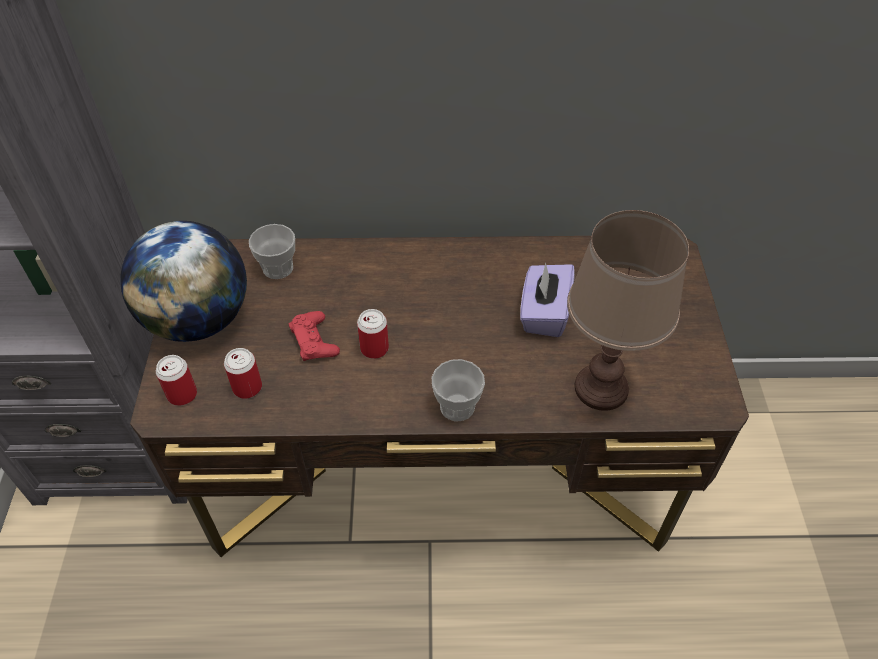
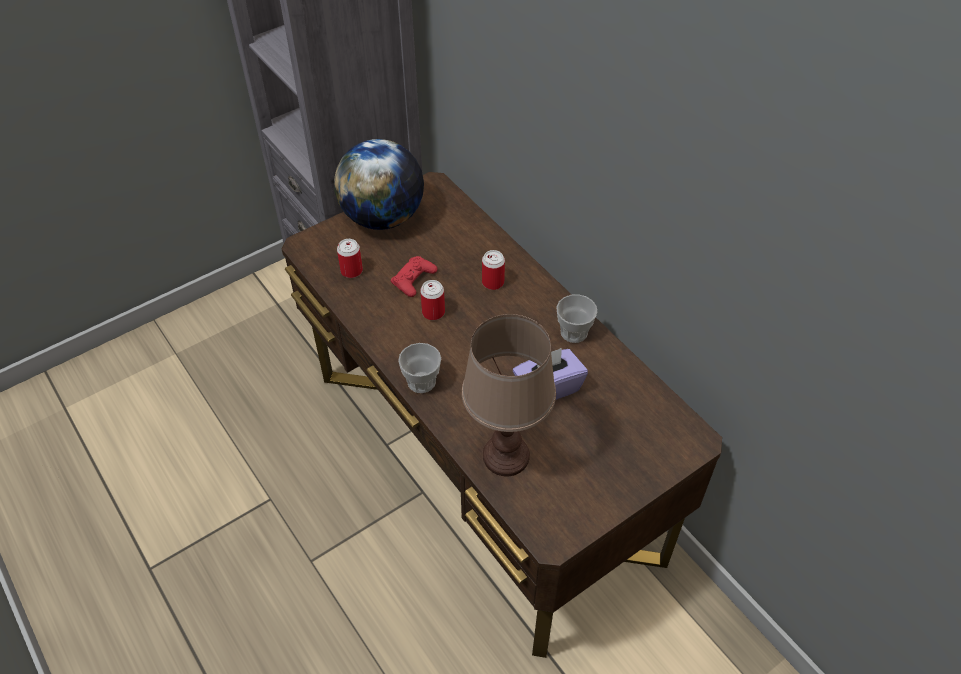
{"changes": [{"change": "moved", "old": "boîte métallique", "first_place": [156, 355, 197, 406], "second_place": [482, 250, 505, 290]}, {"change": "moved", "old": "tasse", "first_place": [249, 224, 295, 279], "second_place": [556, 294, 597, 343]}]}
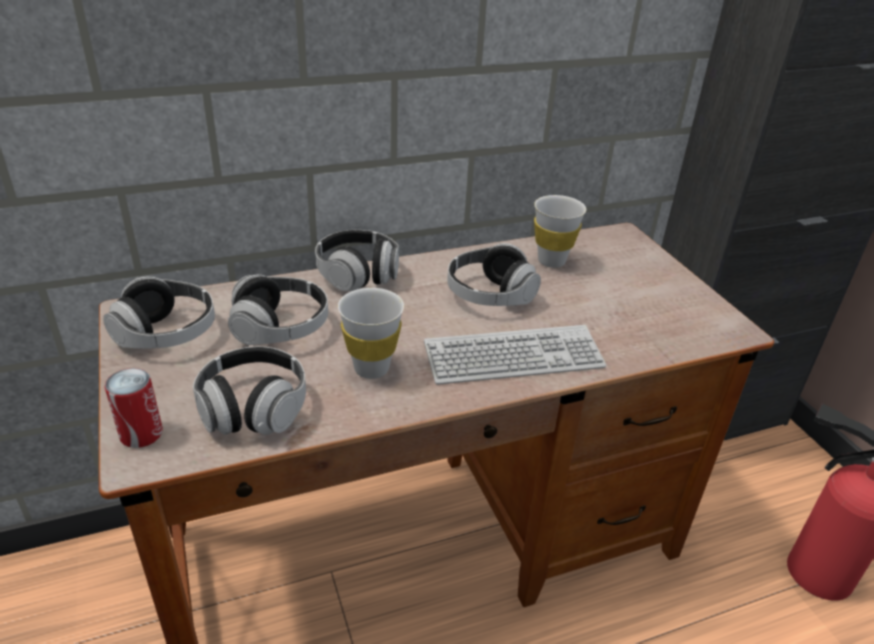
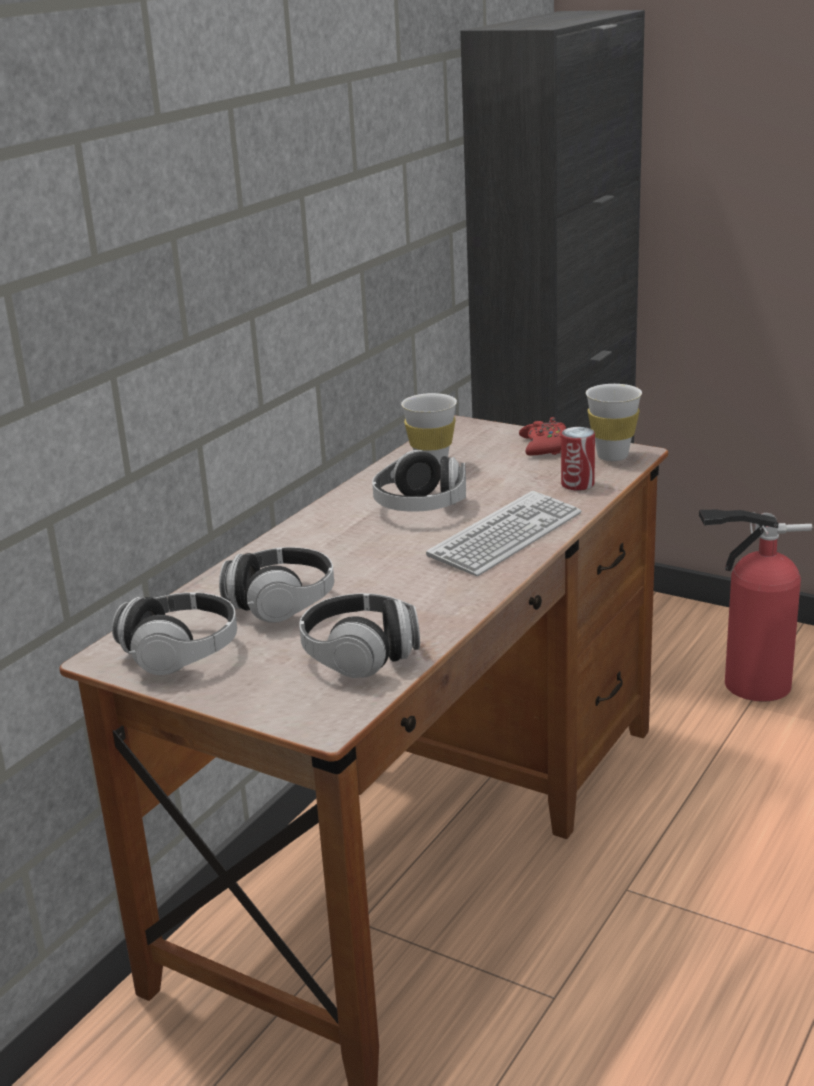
{"changes": [{"change": "moved", "old": "boîte métallique", "first_place": [105, 368, 163, 448], "second_place": [561, 427, 595, 490]}, {"change": "removed", "old": "casque audio", "first_place": [315, 230, 399, 291]}, {"change": "moved", "old": "tasse/blanc", "first_place": [338, 288, 404, 379], "second_place": [586, 384, 642, 461]}, {"change": "added", "new": "manette/rouge", "second_place": [519, 417, 567, 456]}]}
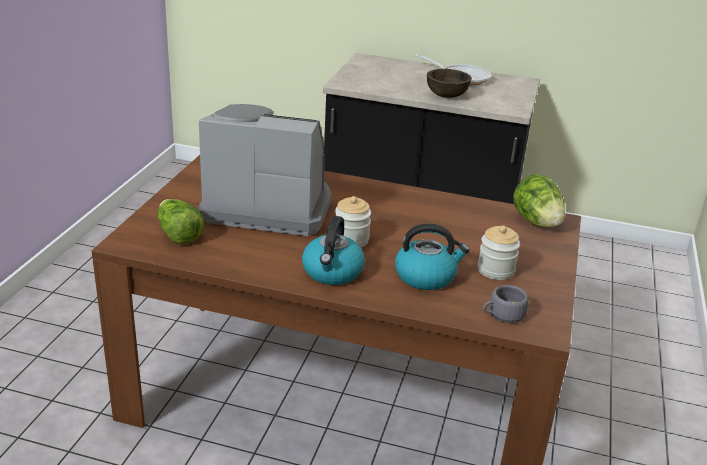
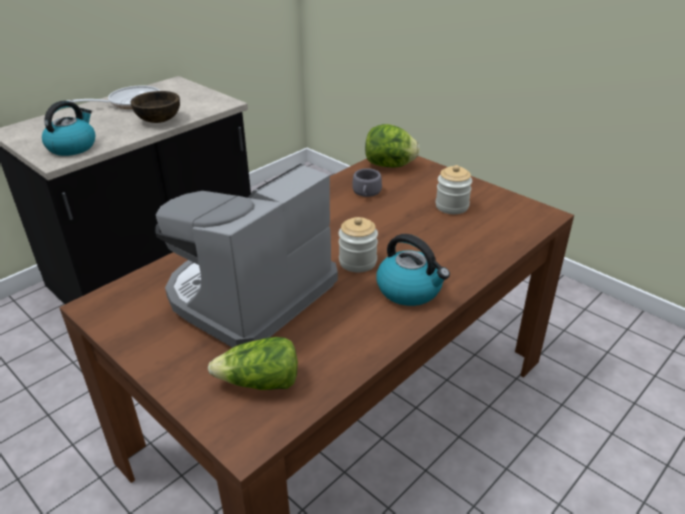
{"changes": [{"change": "moved", "old": "bouilloire", "first_place": [395, 223, 470, 290], "second_place": [42, 101, 95, 156]}, {"change": "moved", "old": "tasse/gris", "first_place": [483, 285, 528, 323], "second_place": [352, 168, 382, 197]}]}
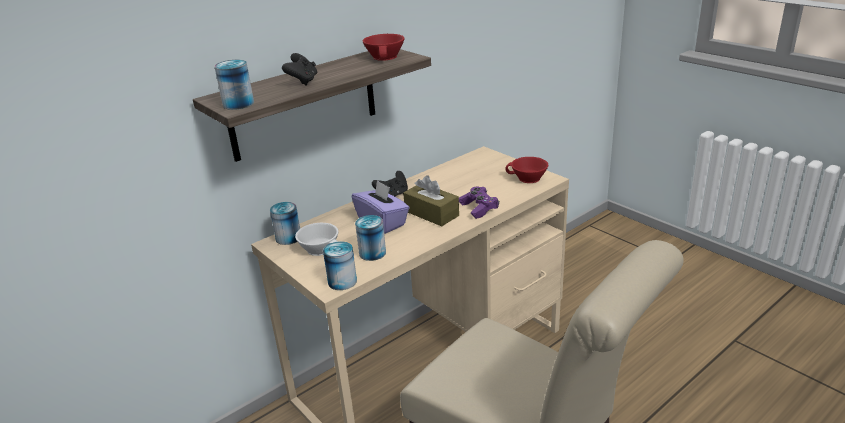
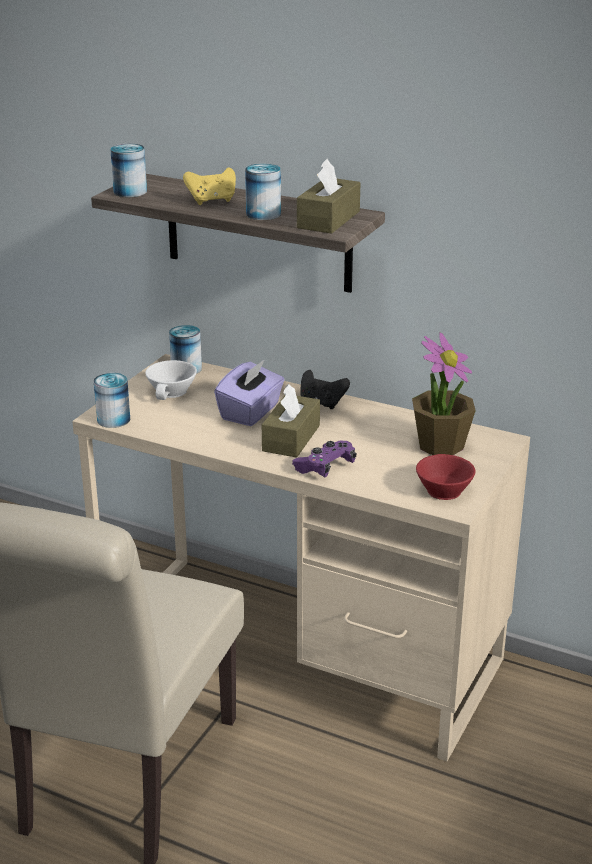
{"changes": [{"change": "recoloured", "old": "manette/noir", "new": "manette/jaune", "first_place": [282, 53, 317, 86], "second_place": [183, 168, 236, 205]}, {"change": "moved", "old": "boîte métallique", "first_place": [355, 215, 386, 261], "second_place": [245, 164, 281, 220]}, {"change": "replaced", "old": "tasse/rouge", "new": "boîte à mouchoirs/marron", "first_place": [363, 34, 404, 61], "second_place": [297, 159, 360, 234]}, {"change": "added", "new": "plante en pot", "second_place": [412, 332, 476, 455]}]}
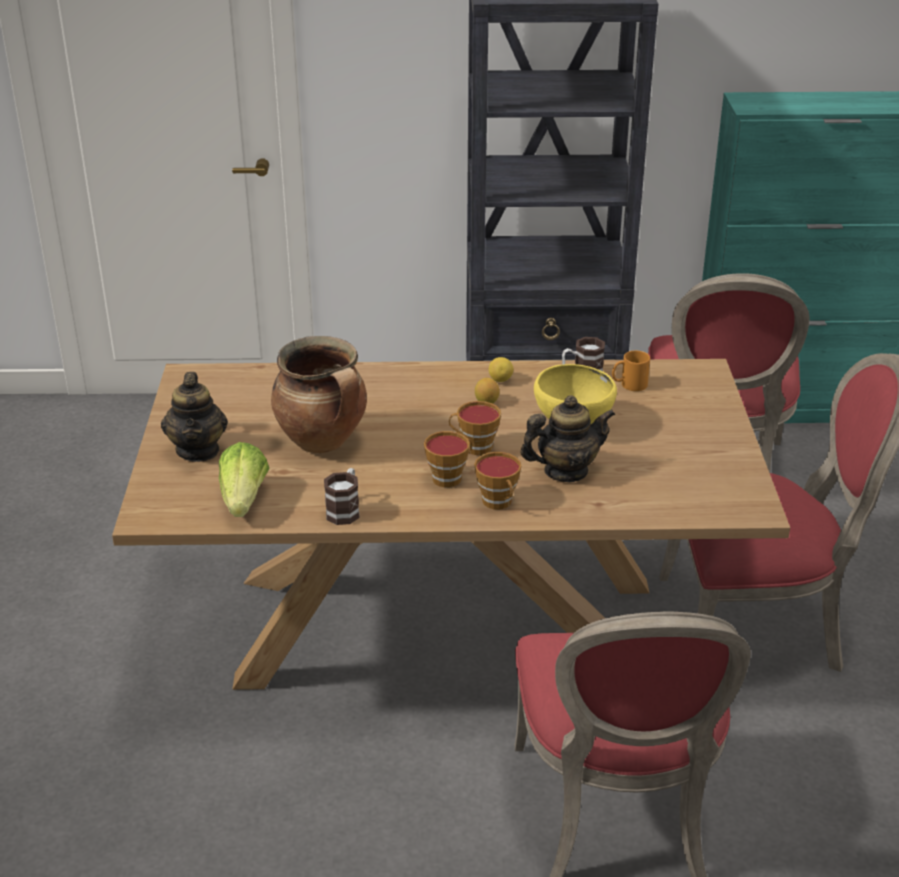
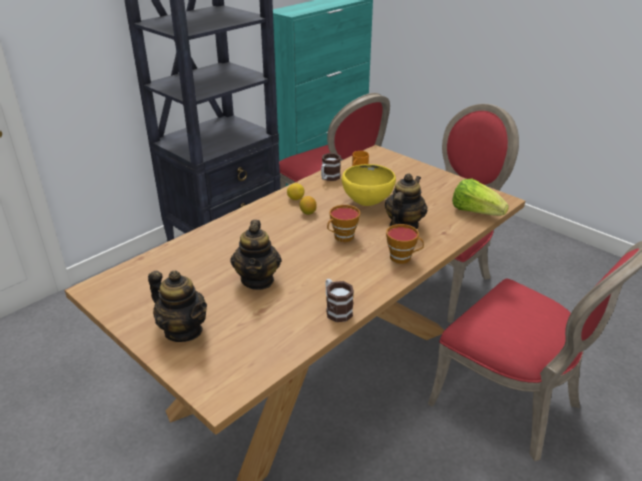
{"changes": [{"change": "moved", "old": "laitue", "first_place": [219, 442, 270, 517], "second_place": [452, 179, 509, 216]}, {"change": "replaced", "old": "marmite", "new": "théière", "first_place": [271, 336, 367, 453], "second_place": [230, 220, 281, 290]}, {"change": "removed", "old": "tasse", "first_place": [424, 431, 472, 487]}]}
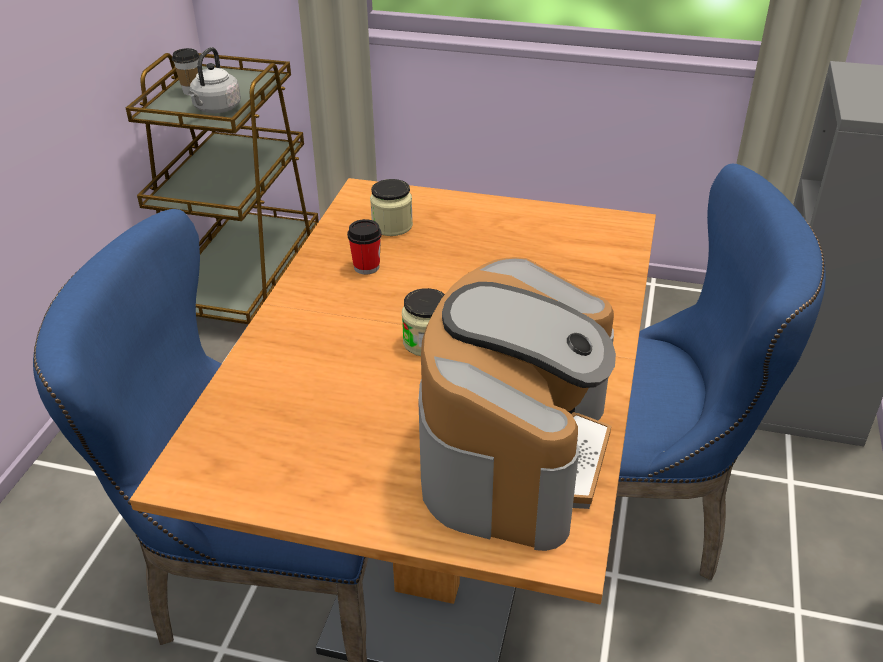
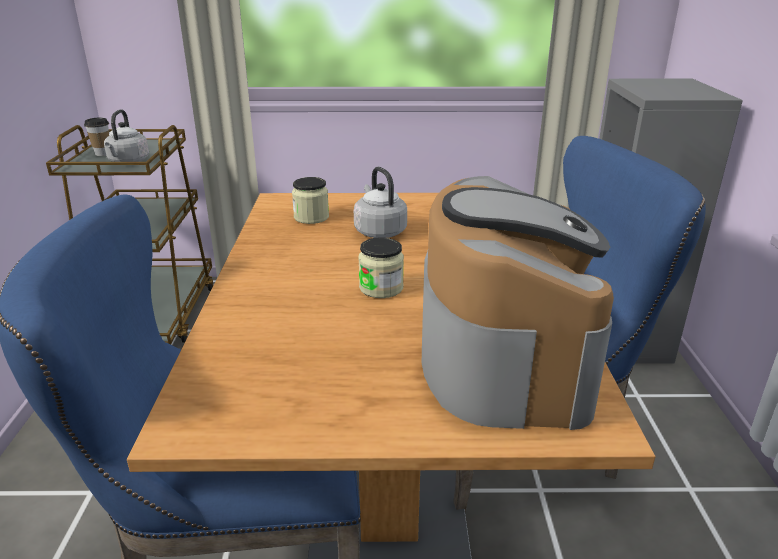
{"changes": [{"change": "removed", "old": "tasse", "first_place": [347, 219, 382, 275]}, {"change": "added", "new": "bouilloire/gris", "second_place": [354, 166, 407, 238]}]}
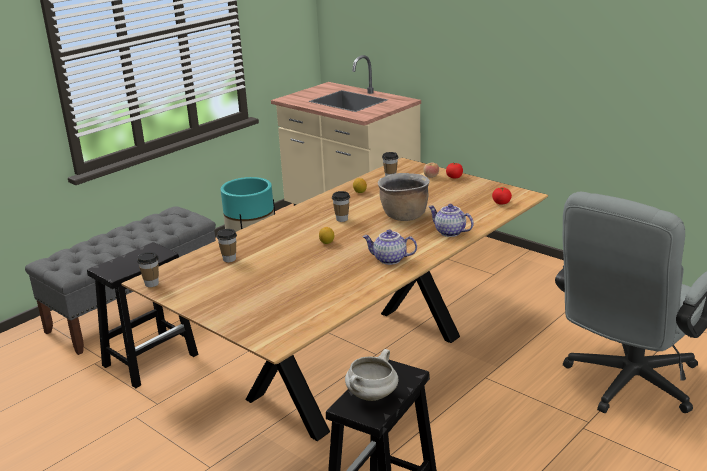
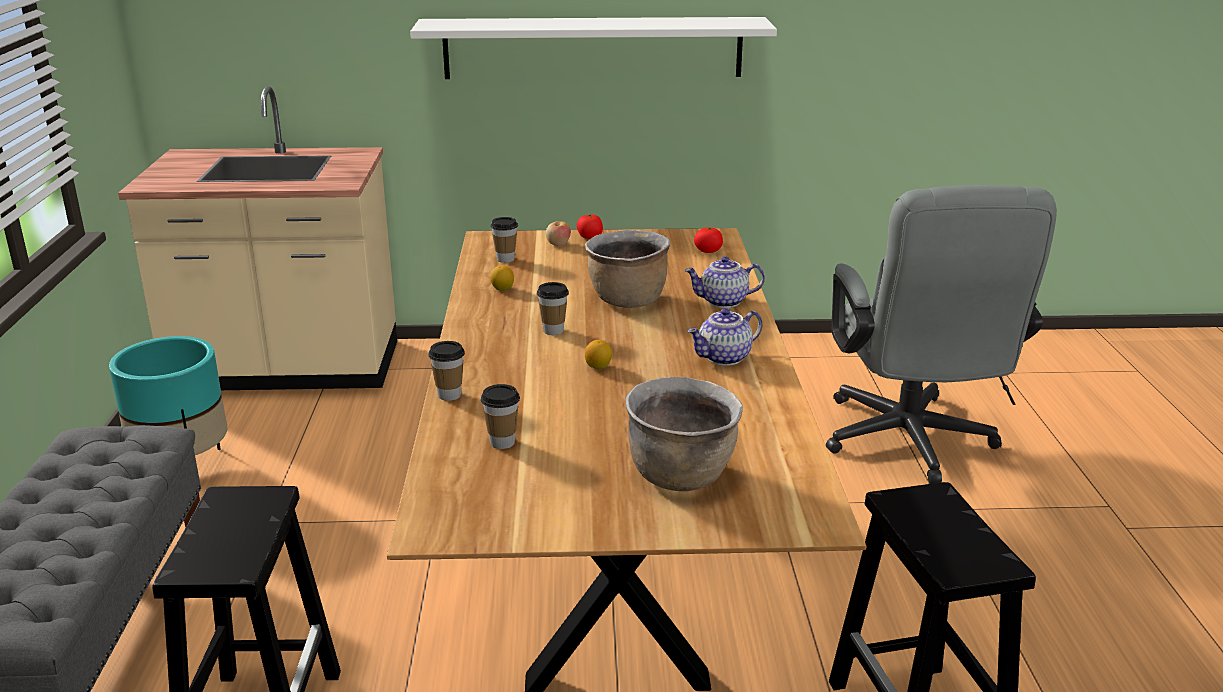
{"changes": [{"change": "moved", "old": "tasse", "first_place": [137, 252, 159, 287], "second_place": [428, 341, 465, 401]}, {"change": "removed", "old": "marmite/blanc", "first_place": [345, 349, 398, 401]}, {"change": "added", "new": "étagère/blanc", "second_place": [410, 17, 777, 79]}, {"change": "added", "new": "marmite/marron", "second_place": [626, 377, 743, 491]}]}
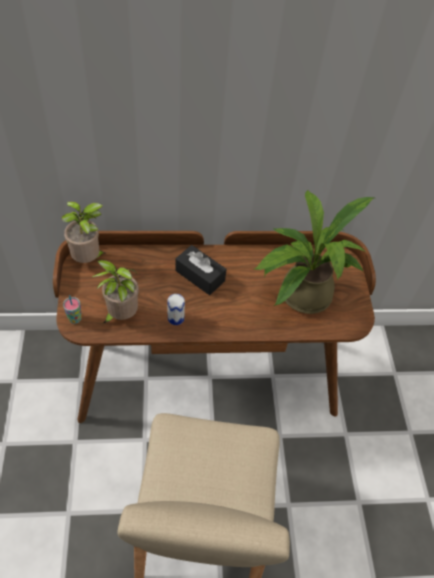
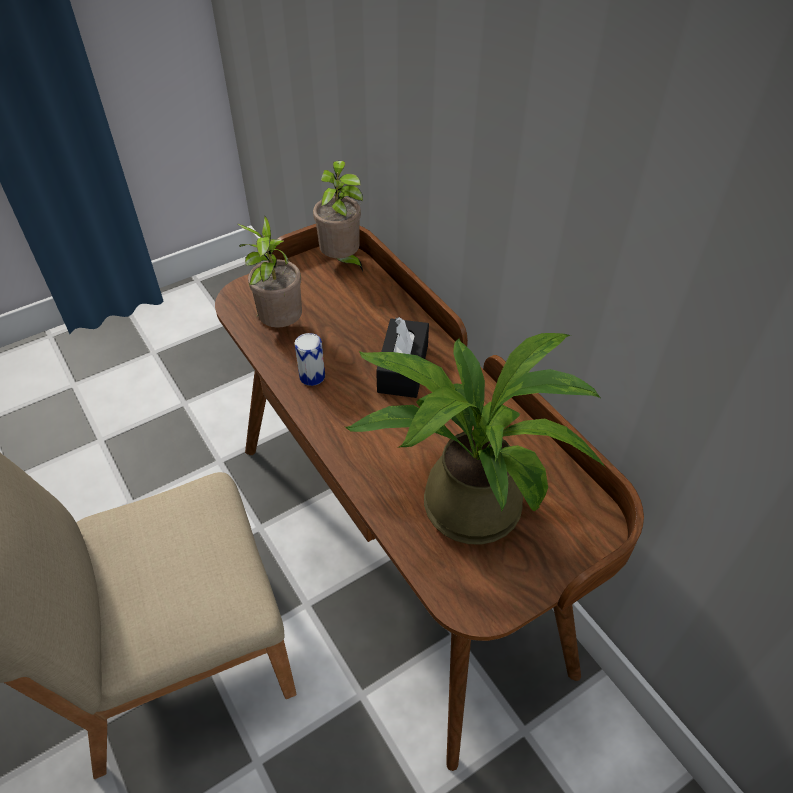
{"changes": [{"change": "removed", "old": "tasse", "first_place": [63, 295, 82, 324]}]}
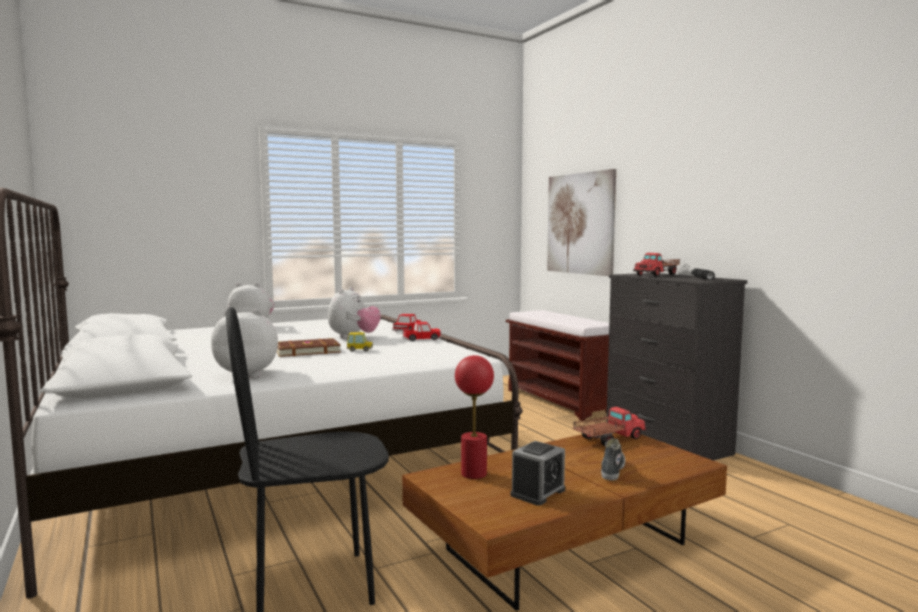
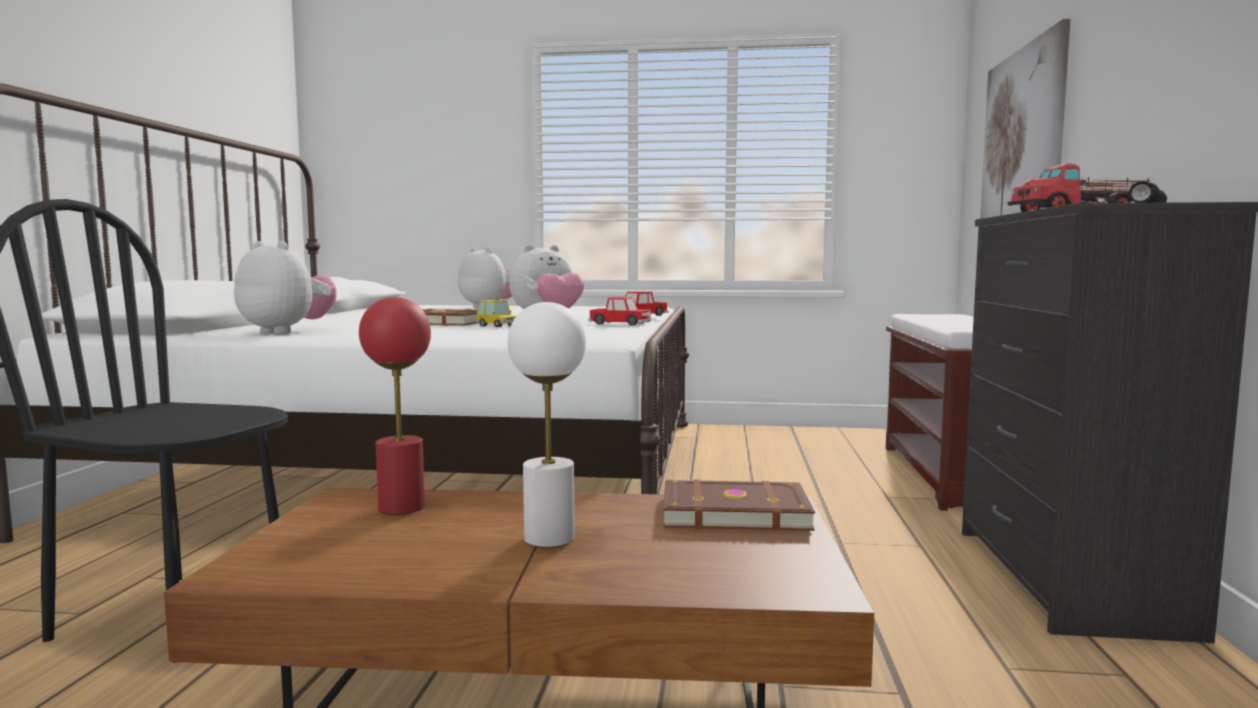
{"changes": [{"change": "removed", "old": "réveil", "first_place": [511, 441, 565, 506]}, {"change": "replaced", "old": "camion jouet", "new": "livre/marron", "first_place": [573, 407, 647, 447], "second_place": [663, 480, 815, 531]}, {"change": "removed", "old": "chaussure", "first_place": [601, 438, 625, 481]}, {"change": "added", "new": "lampe de table/blanc", "second_place": [508, 302, 586, 547]}]}
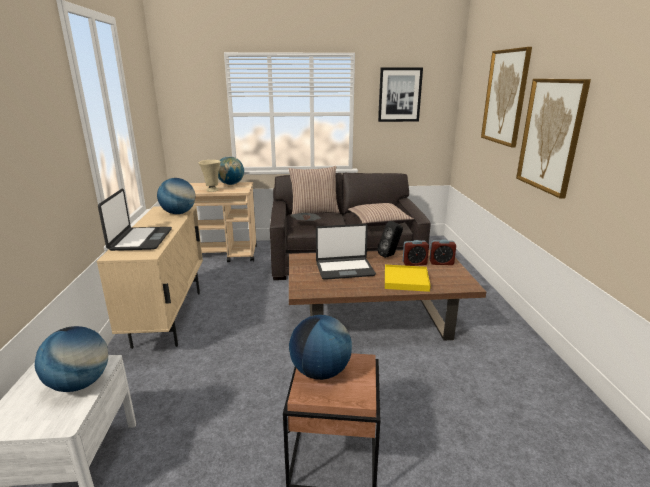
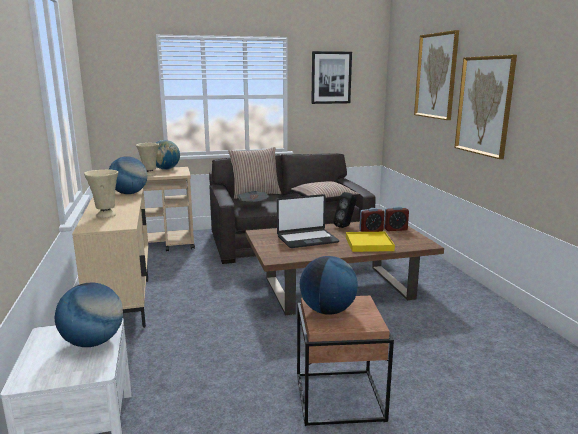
{"changes": [{"change": "replaced", "old": "ordinateur portable", "new": "vase/beige", "first_place": [98, 188, 172, 251], "second_place": [84, 170, 119, 218]}]}
